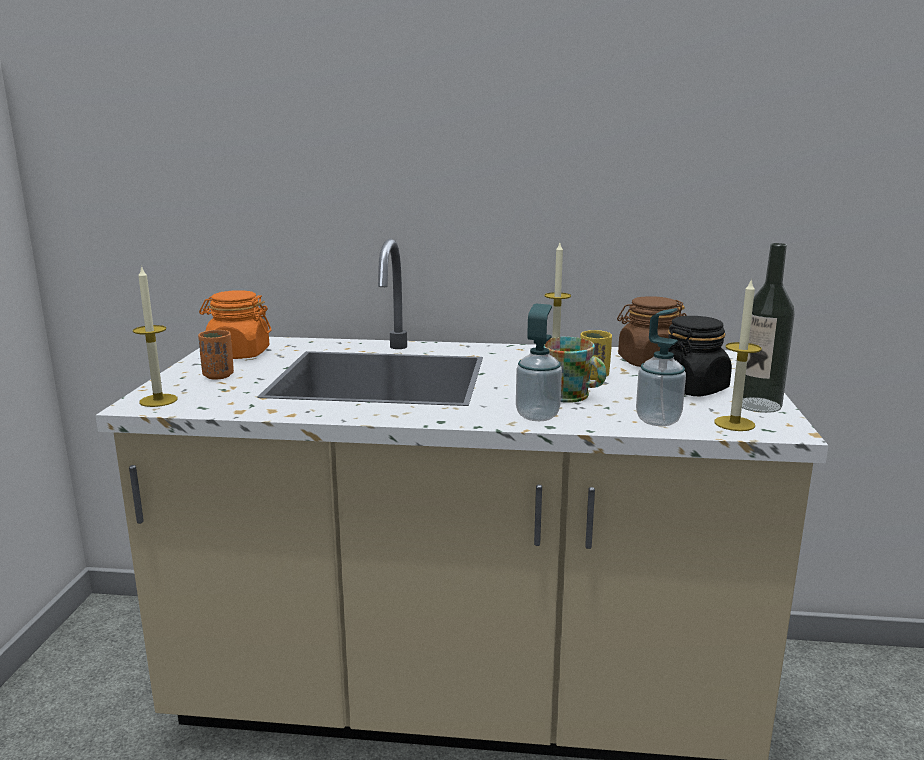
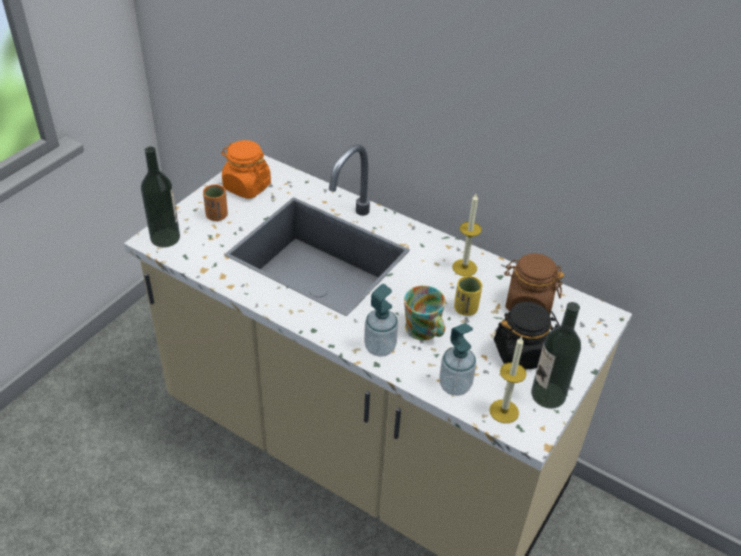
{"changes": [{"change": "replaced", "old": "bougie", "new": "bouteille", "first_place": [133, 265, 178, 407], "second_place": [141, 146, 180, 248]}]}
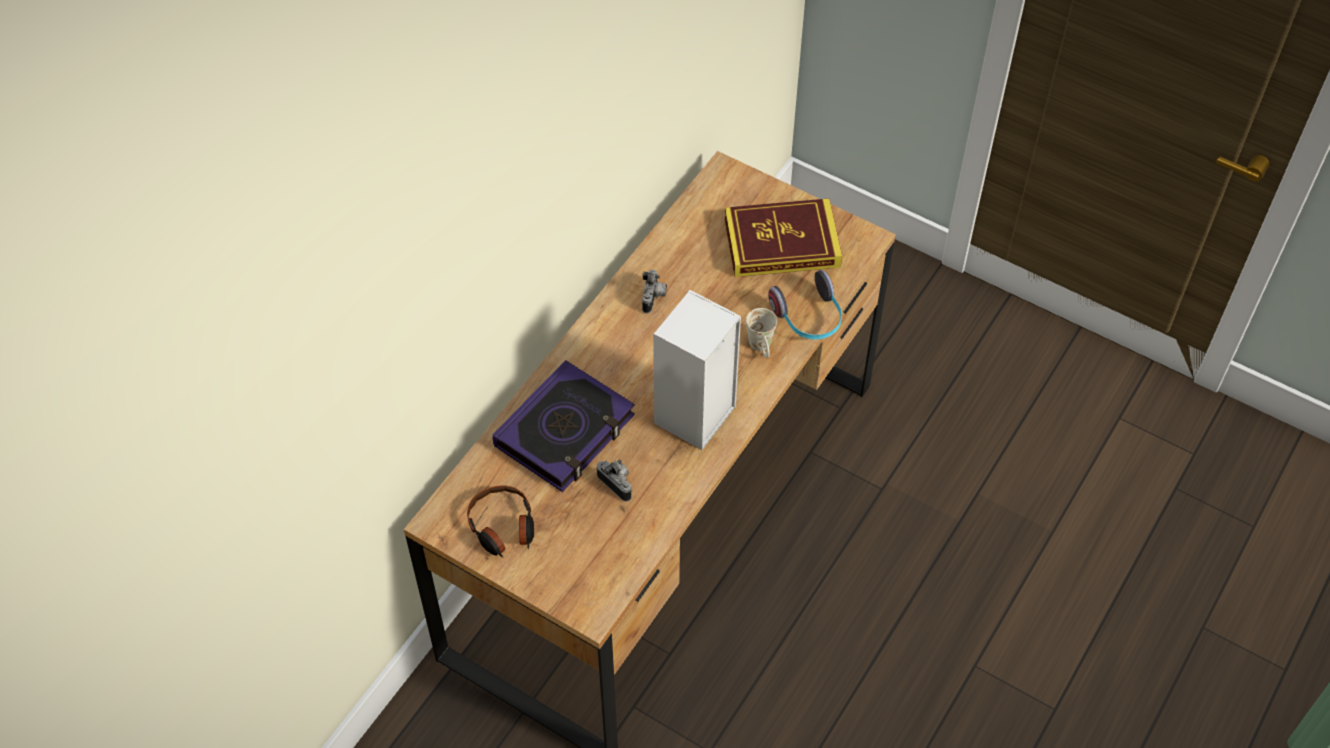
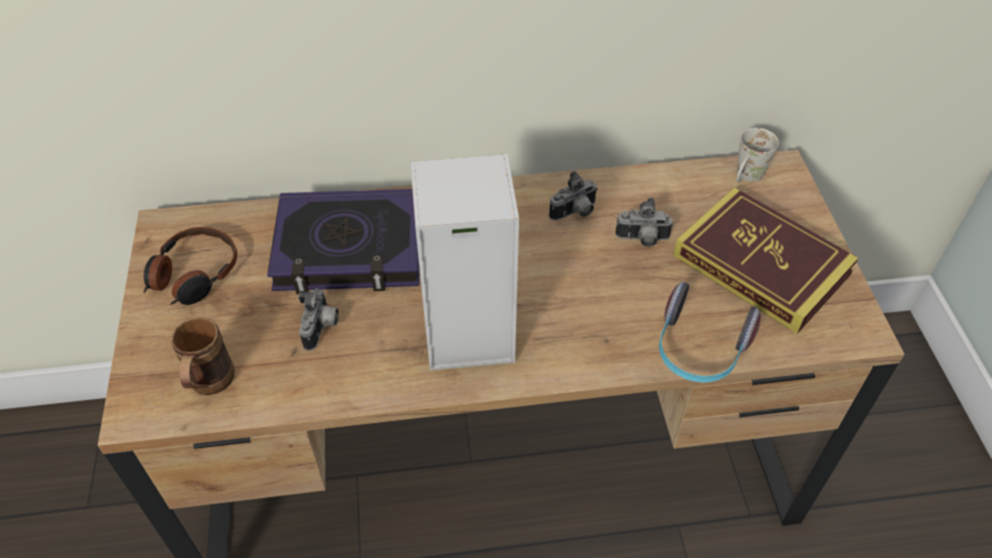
{"changes": [{"change": "moved", "old": "mug/blanc", "first_place": [746, 308, 777, 358], "second_place": [736, 128, 779, 182]}, {"change": "added", "new": "mug/marron", "second_place": [171, 317, 235, 395]}, {"change": "added", "new": "appareil photo", "second_place": [615, 198, 673, 247]}]}
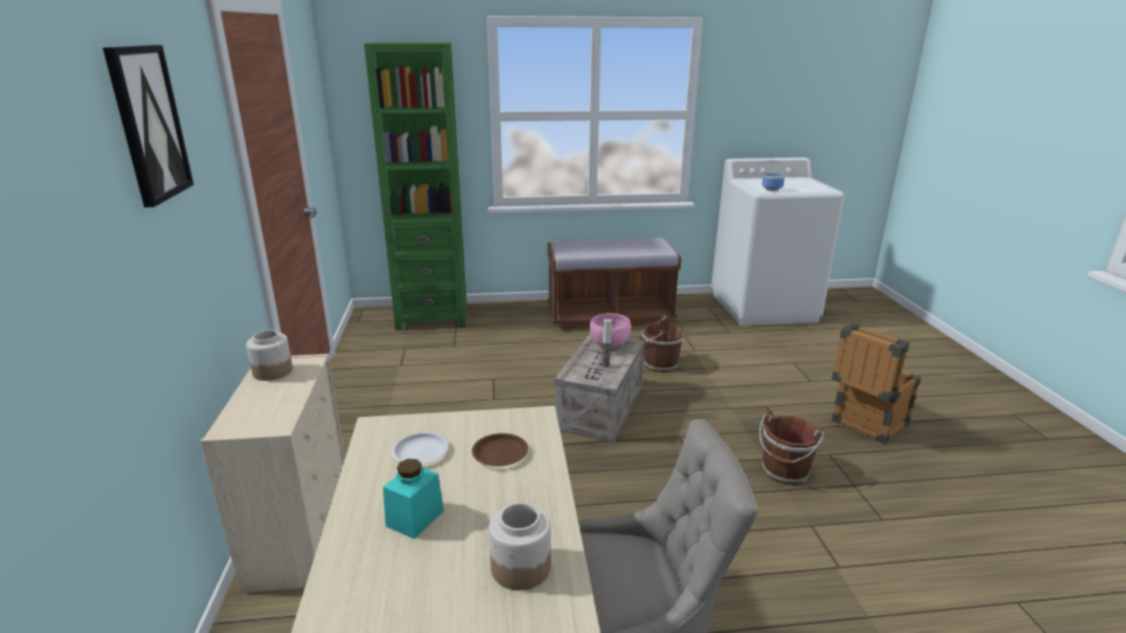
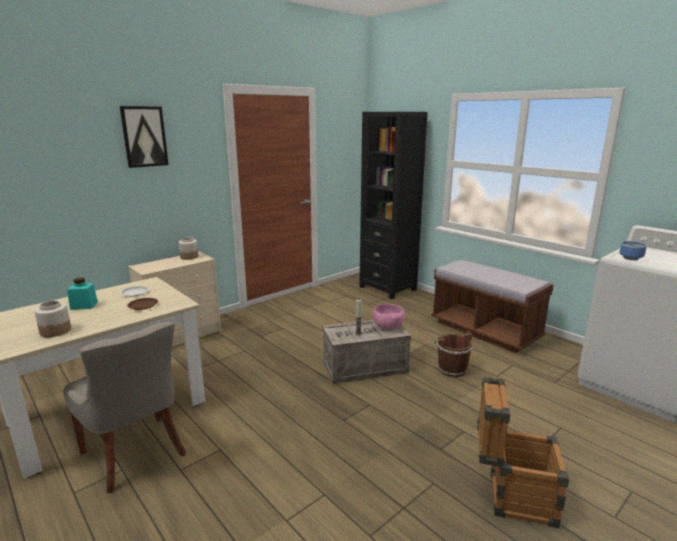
{"changes": [{"change": "recoloured", "old": "bibliothèque/vert", "new": "bibliothèque/noir", "first_place": [364, 42, 467, 330], "second_place": [360, 112, 428, 299]}, {"change": "removed", "old": "seau/marron", "first_place": [759, 410, 824, 485]}]}
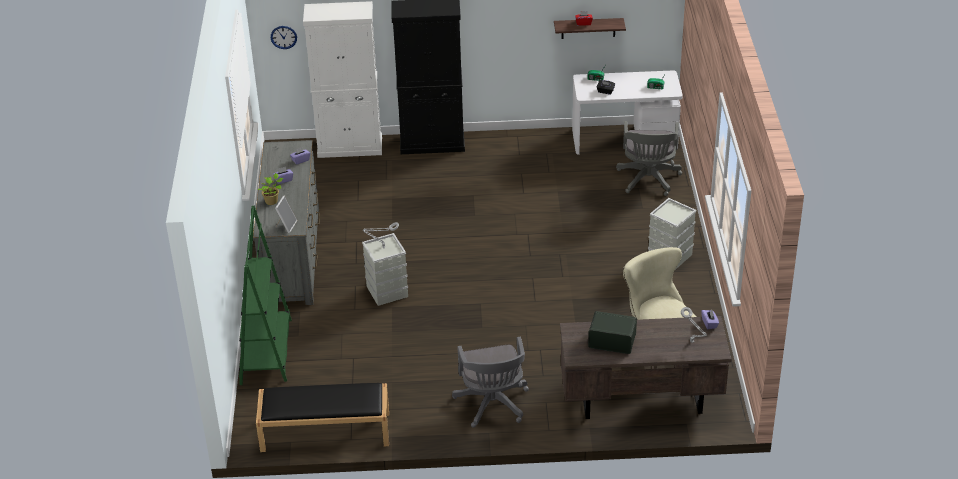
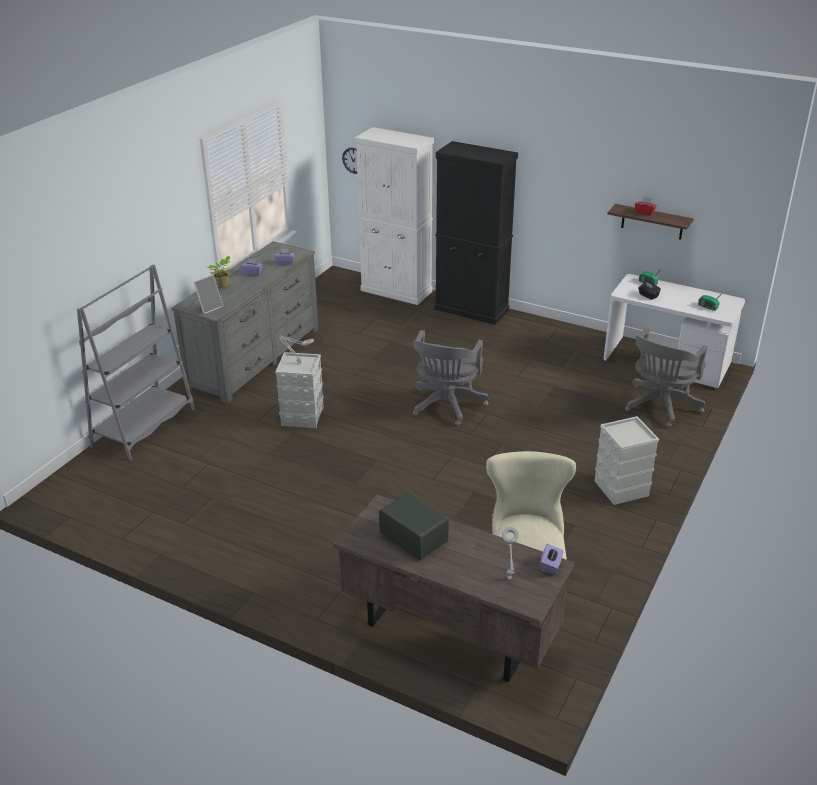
{"changes": [{"change": "recoloured", "old": "bibliothèque/vert", "new": "bibliothèque/gris", "first_place": [239, 206, 292, 385], "second_place": [77, 265, 195, 460]}, {"change": "removed", "old": "banc/noir", "first_place": [256, 383, 389, 452]}, {"change": "moved", "old": "chaise de bureau/gris", "first_place": [452, 337, 529, 428], "second_place": [413, 330, 488, 426]}]}
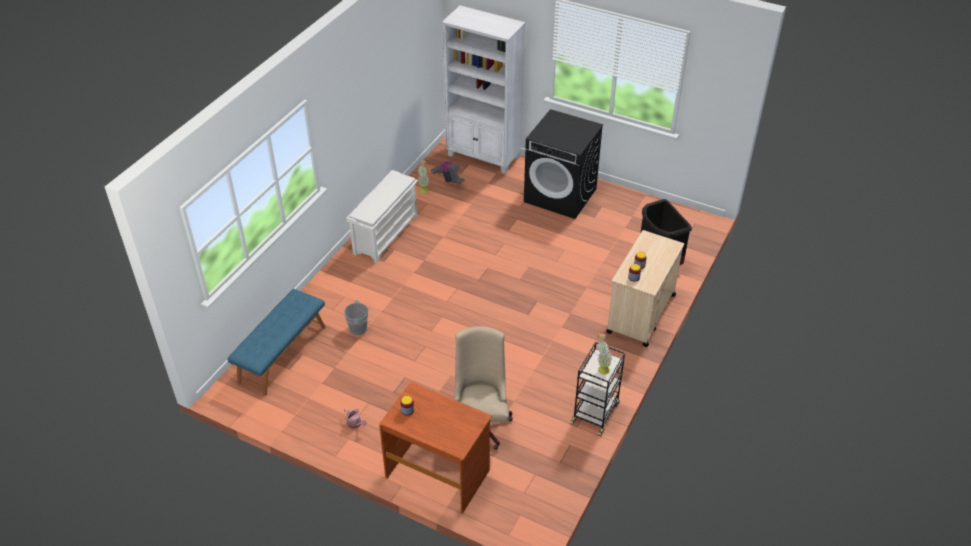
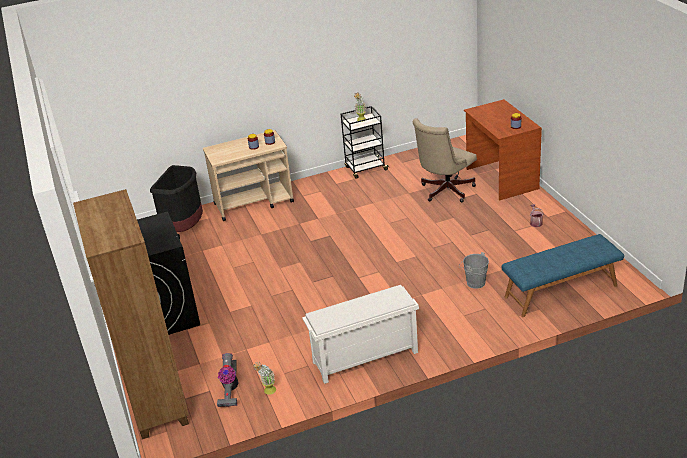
{"changes": [{"change": "recoloured", "old": "bibliothèque/blanc", "new": "bibliothèque/marron", "first_place": [442, 5, 525, 174], "second_place": [73, 189, 189, 439]}]}
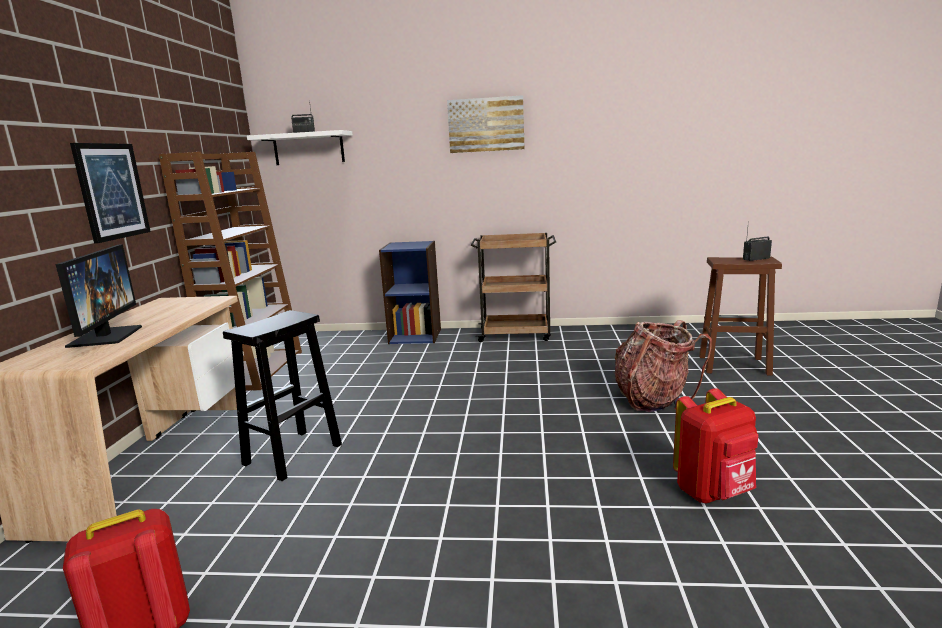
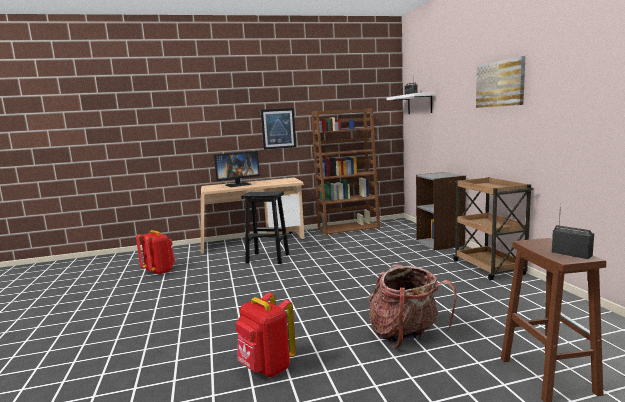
{"changes": [{"change": "recoloured", "old": "bibliothèque/bleu", "new": "bibliothèque/gris", "first_place": [379, 241, 441, 344], "second_place": [416, 172, 466, 251]}]}
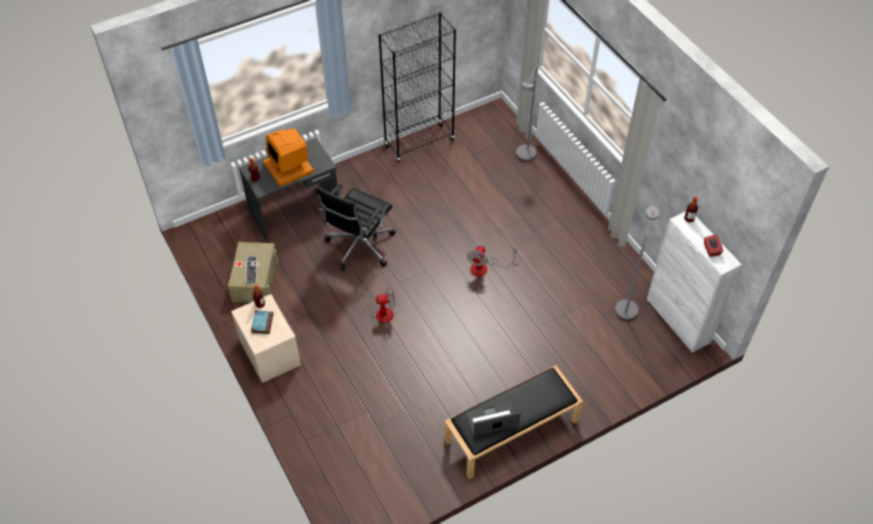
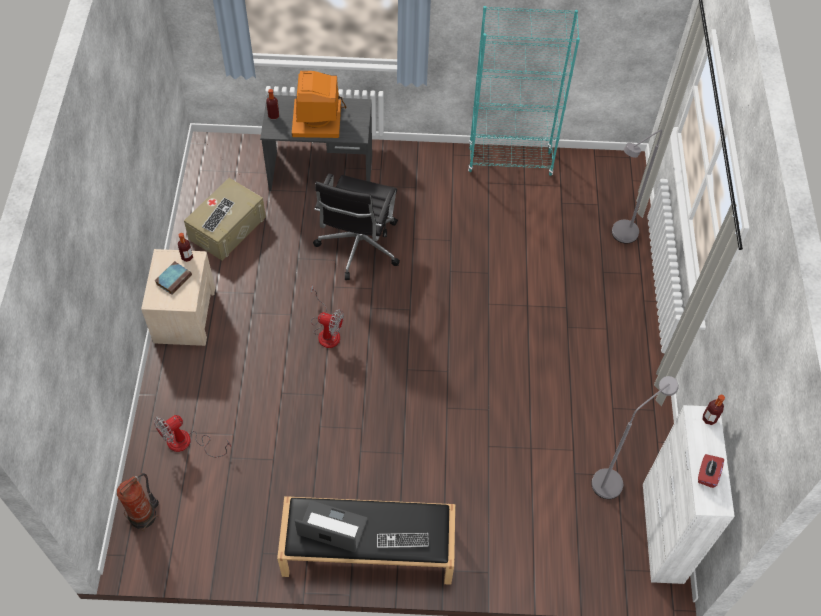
{"changes": [{"change": "turned", "old": "chaise de bureau/noir", "first_place": [316, 184, 396, 271], "second_place": [313, 174, 400, 280], "degrees": -45}, {"change": "recoloured", "old": "bibliothèque/noir", "new": "bibliothèque/turquoise", "first_place": [378, 12, 456, 163], "second_place": [468, 6, 580, 176]}, {"change": "moved", "old": "ventilateur", "first_place": [467, 246, 518, 277], "second_place": [154, 415, 231, 457]}, {"change": "added", "new": "extincteur", "second_place": [117, 473, 159, 532]}, {"change": "added", "new": "clavier", "second_place": [377, 533, 429, 548]}]}
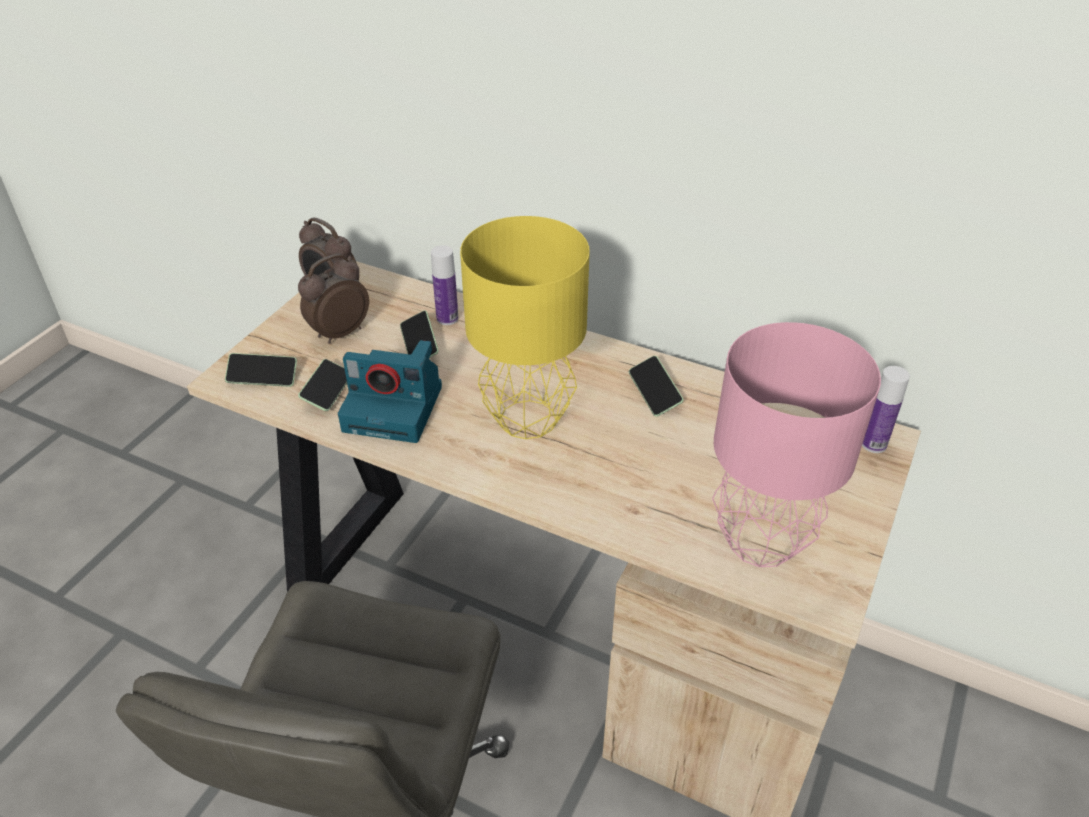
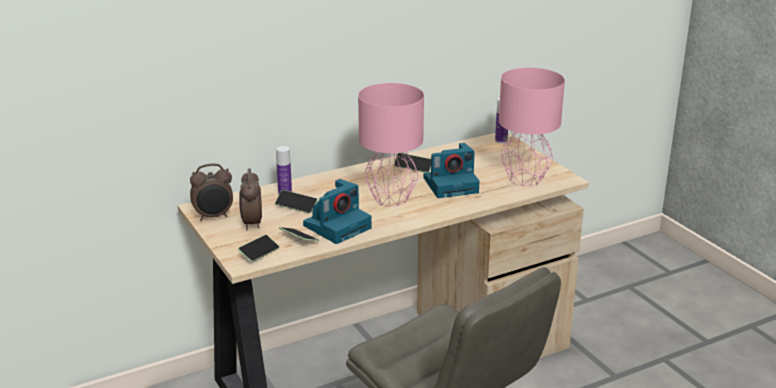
{"changes": [{"change": "recoloured", "old": "lampe de table/jaune", "new": "lampe de table/rose", "first_place": [460, 216, 590, 439], "second_place": [358, 83, 424, 207]}, {"change": "added", "new": "appareil photo", "second_place": [423, 143, 480, 198]}]}
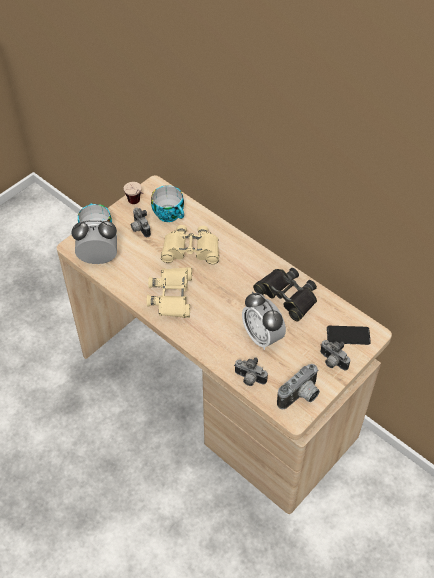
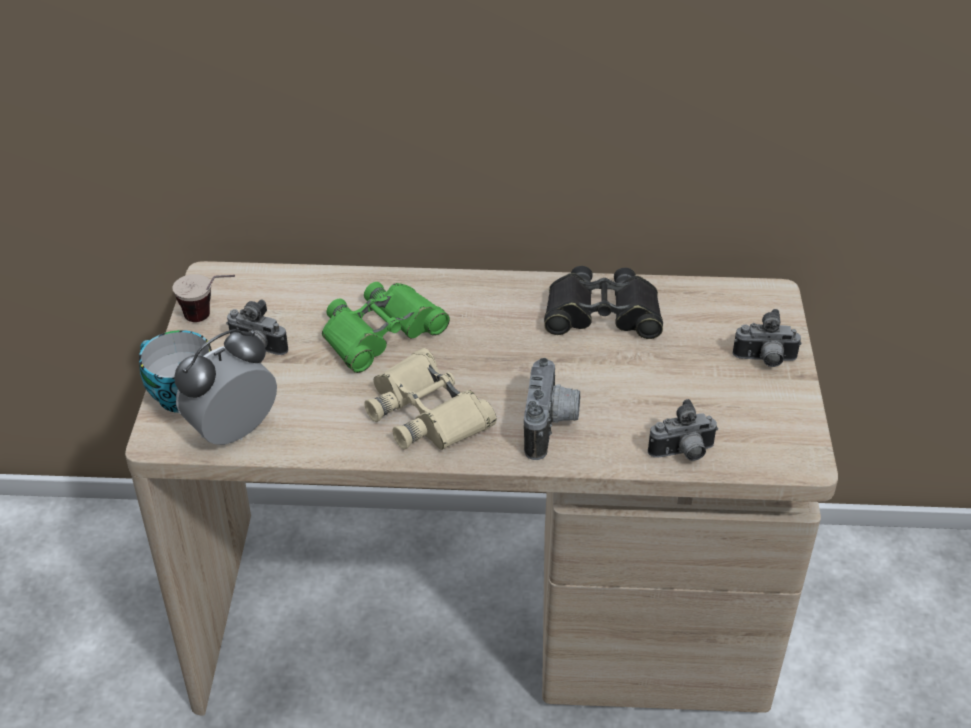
{"changes": [{"change": "removed", "old": "tasse", "first_place": [151, 185, 184, 222]}, {"change": "recoloured", "old": "jumelles/beige", "new": "jumelles/vert", "first_place": [161, 225, 219, 264], "second_place": [322, 282, 450, 373]}, {"change": "removed", "old": "réveil", "first_place": [242, 292, 286, 350]}, {"change": "moved", "old": "appareil photo", "first_place": [277, 364, 320, 409], "second_place": [524, 358, 580, 460]}, {"change": "removed", "old": "téléphone", "first_place": [327, 326, 371, 345]}]}
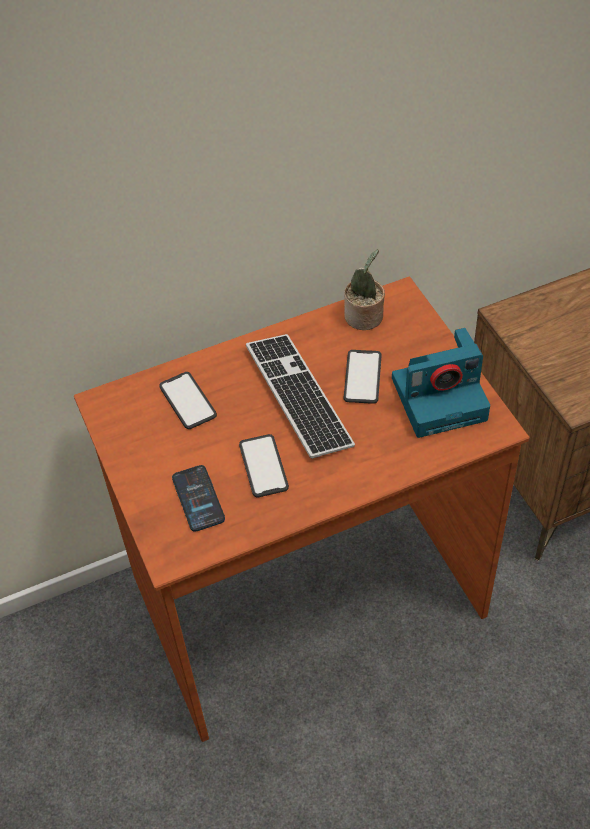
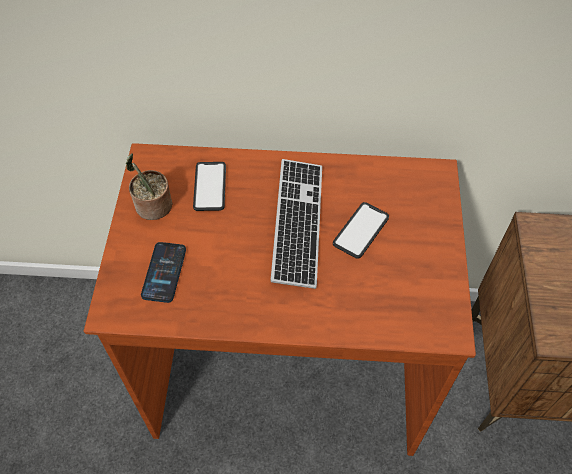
{"changes": [{"change": "removed", "old": "téléphone", "first_place": [239, 434, 289, 498]}, {"change": "moved", "old": "plante en pot", "first_place": [344, 249, 385, 330], "second_place": [126, 153, 172, 220]}, {"change": "removed", "old": "appareil photo", "first_place": [392, 328, 490, 438]}]}
